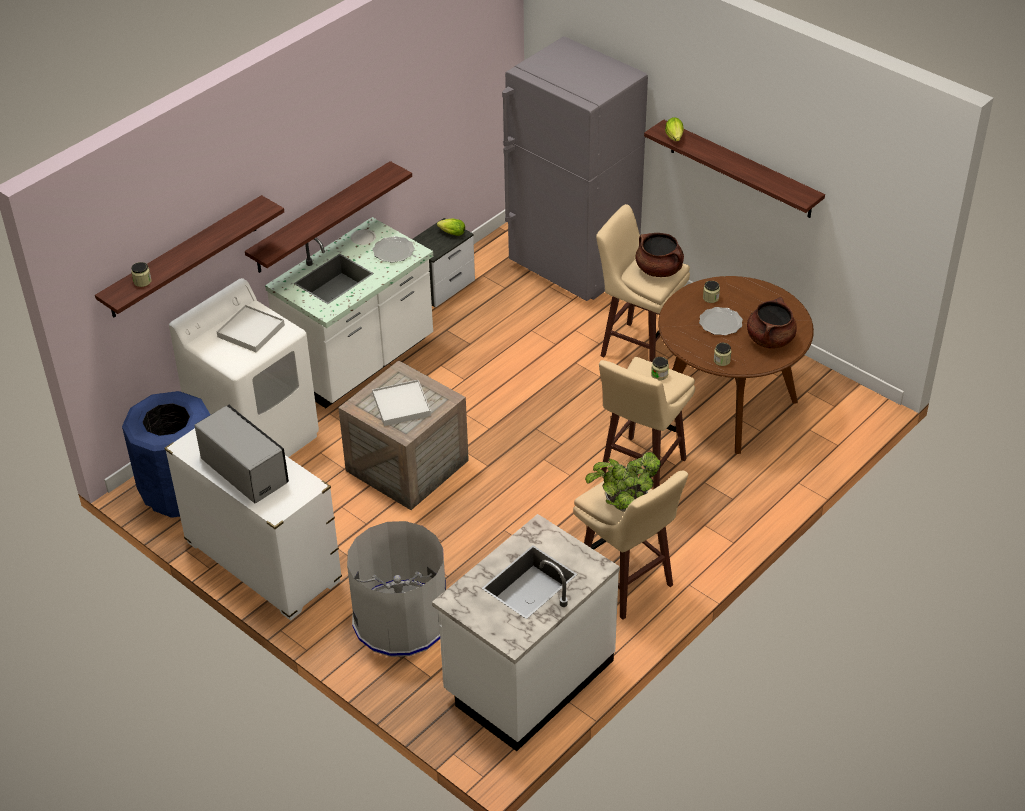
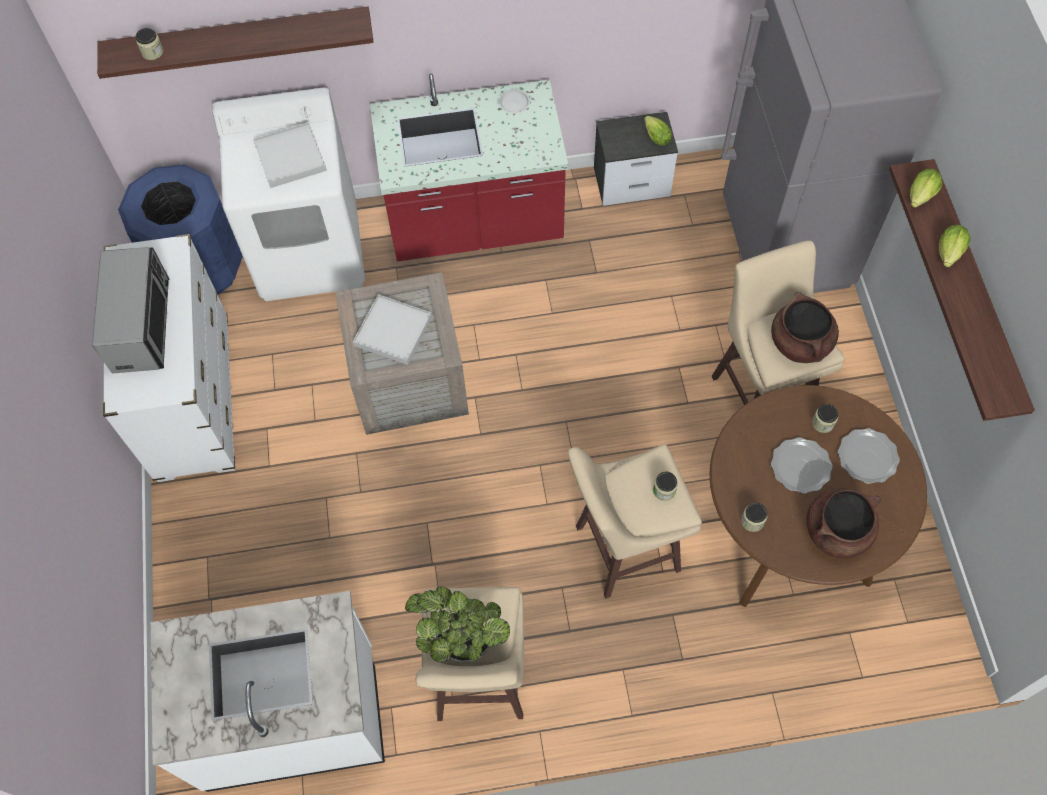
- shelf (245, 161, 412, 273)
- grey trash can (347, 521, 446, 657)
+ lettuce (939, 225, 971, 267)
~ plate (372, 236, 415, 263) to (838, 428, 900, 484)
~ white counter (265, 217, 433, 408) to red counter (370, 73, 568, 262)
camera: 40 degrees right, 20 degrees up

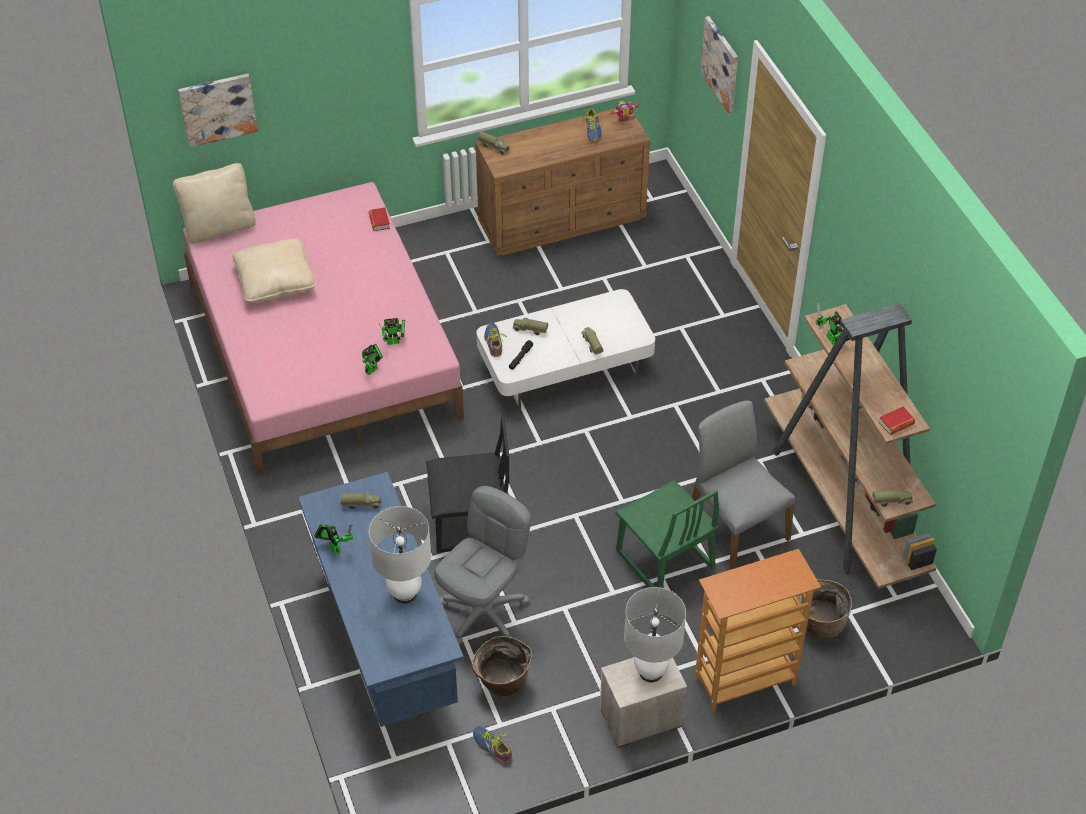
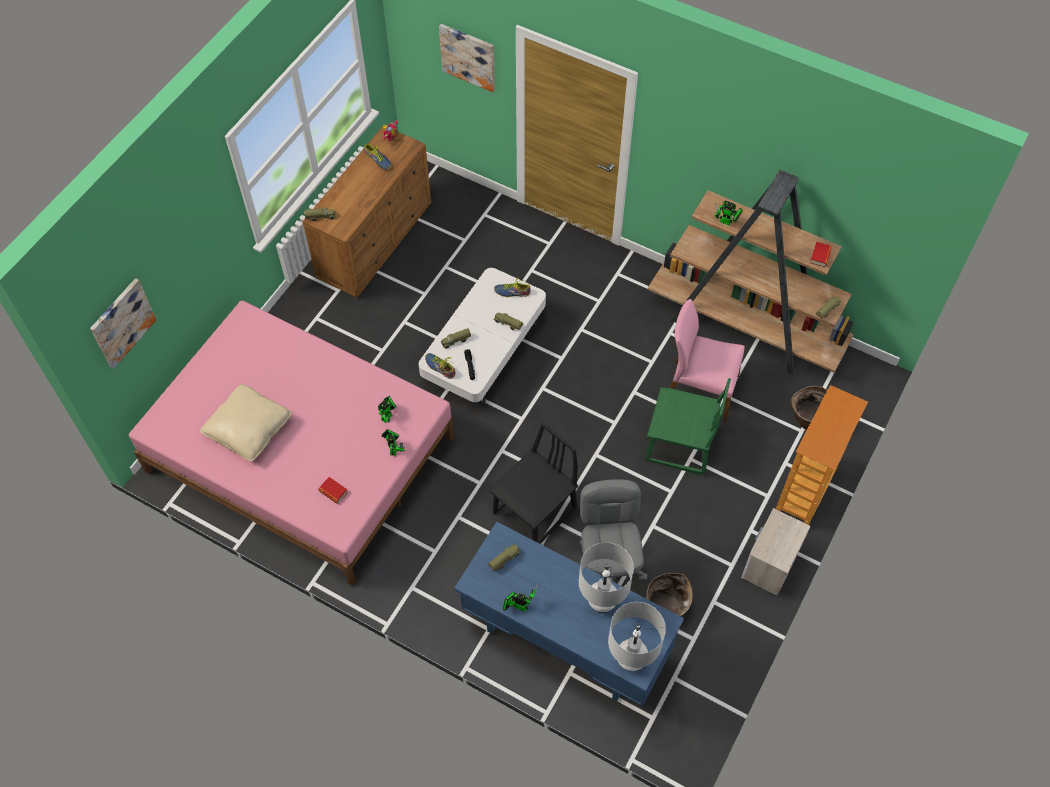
- beige pillow (173, 163, 256, 244)
~ book (369, 208, 390, 231) to (318, 477, 348, 504)
~ shoe (473, 726, 512, 763) to (494, 277, 531, 297)
~ white table lamp (624, 587, 686, 683) to (608, 602, 666, 672)
~ grey chair (692, 401, 795, 569) to pink chair (670, 299, 745, 422)
camera: 40 degrees left, 10 degrees up

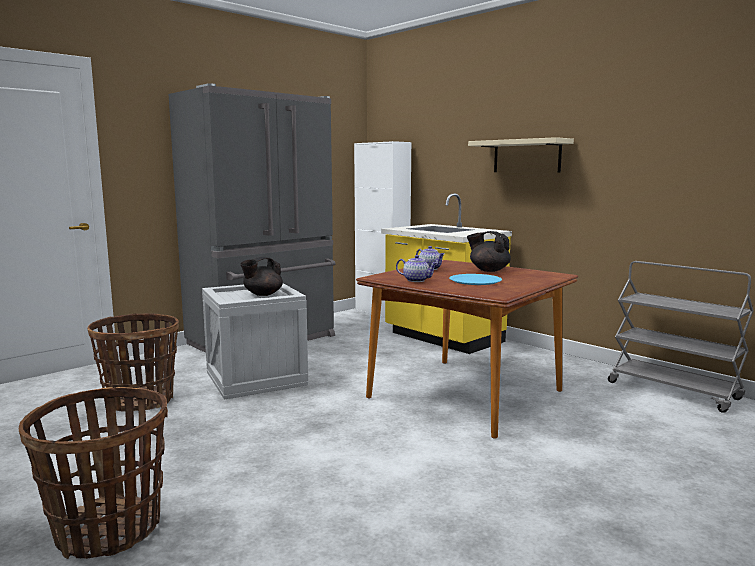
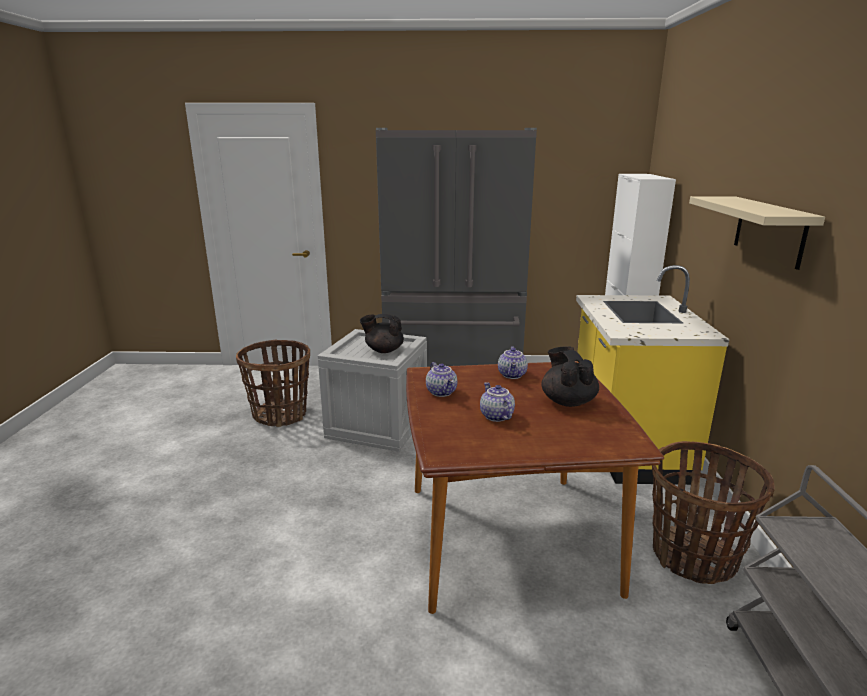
~ basket (19, 387, 168, 559) to (652, 441, 775, 584)
~ blue plate (449, 274, 502, 285) to teapot (480, 382, 515, 422)
camera: 45 degrees right, 10 degrees up

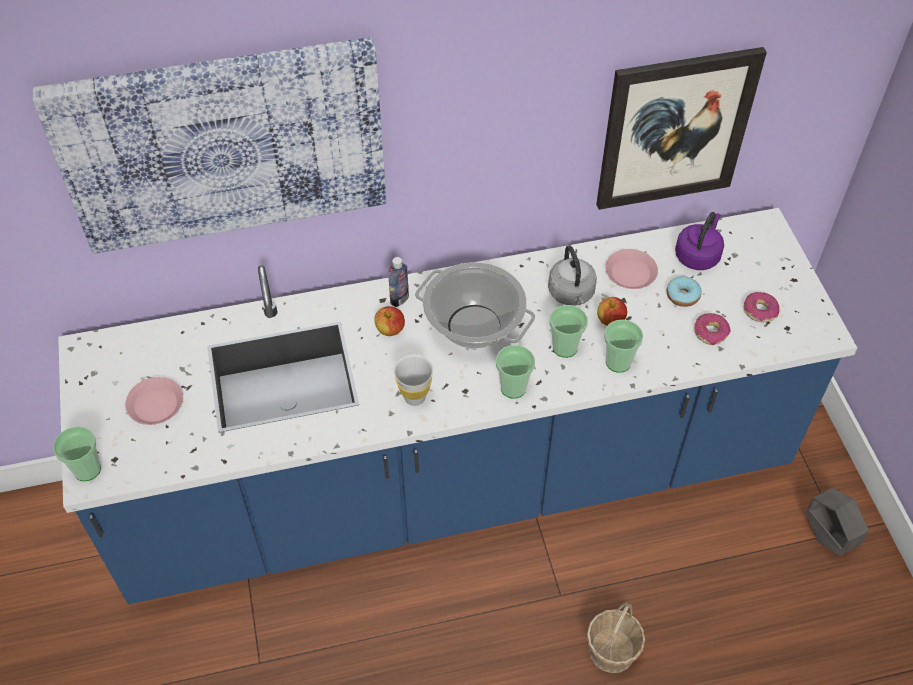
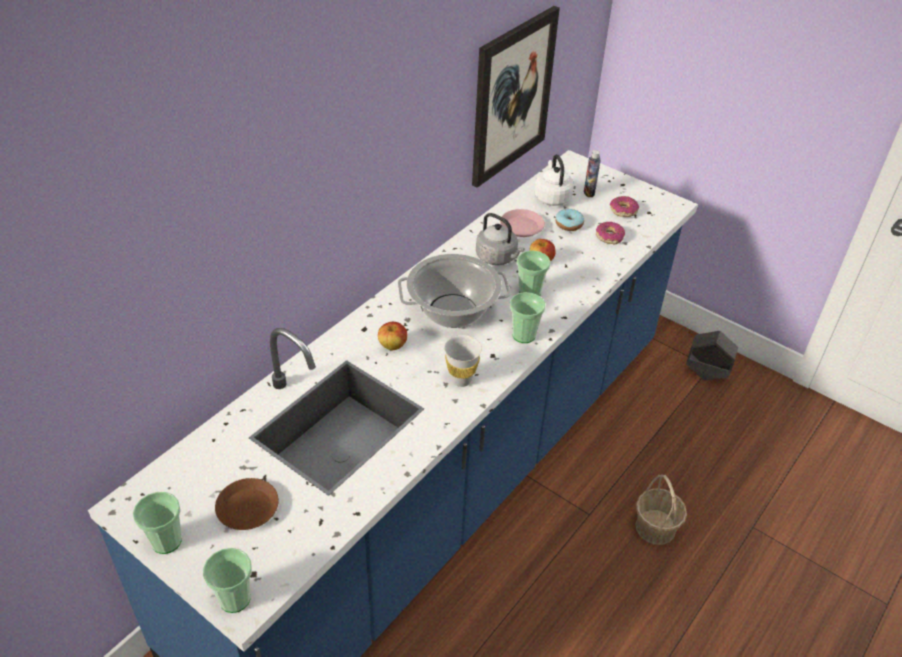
- picture (33, 37, 386, 254)
~ bottle (388, 257, 409, 307) to (584, 150, 601, 197)
~ cup (604, 320, 643, 373) to (133, 492, 182, 554)
~ pink plate (125, 377, 183, 425) to brown plate (215, 478, 279, 530)
~ purple kettle (675, 212, 724, 270) to white kettle (534, 154, 574, 206)
camera: 40 degrees left, 10 degrees down

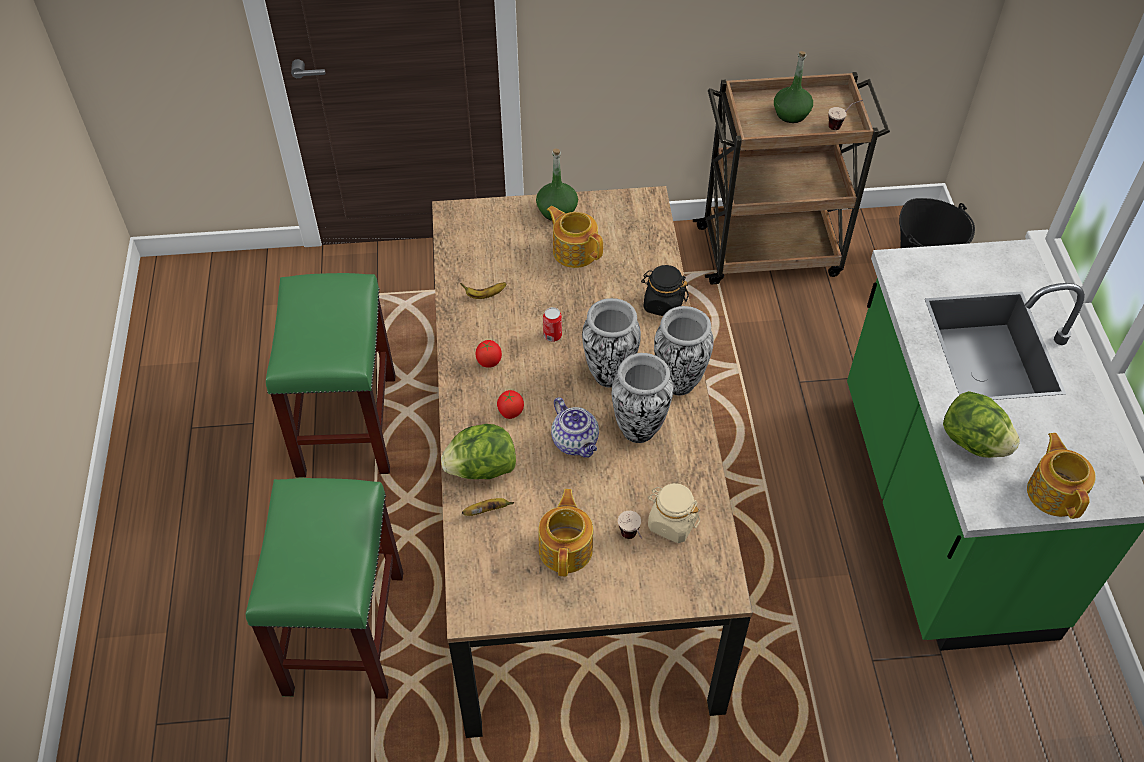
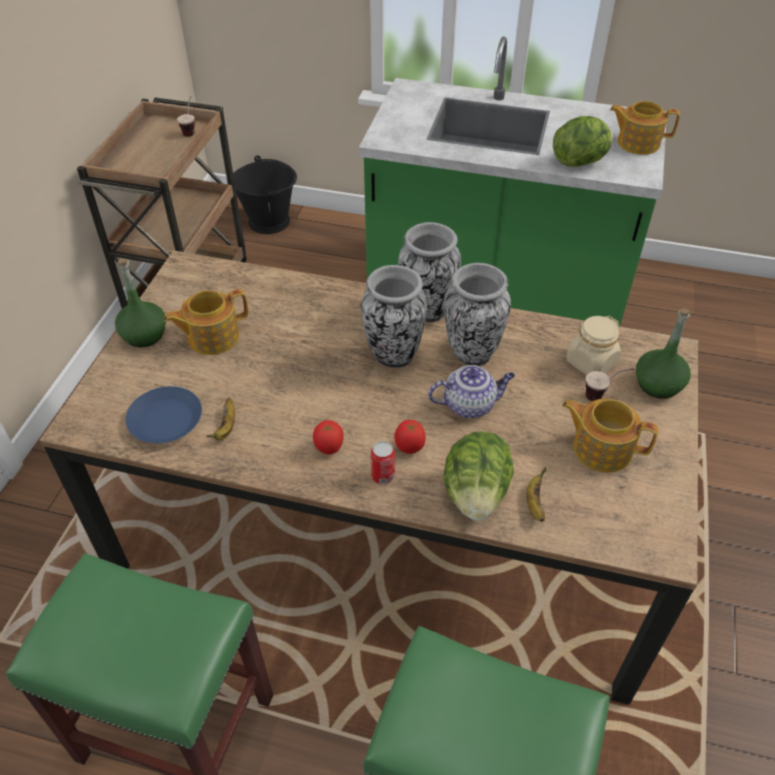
- black jar (641, 265, 689, 316)
+ blue plate (125, 386, 202, 443)
~ can (543, 307, 562, 342) to (371, 441, 395, 484)
~ green bottle (774, 51, 813, 123) to (636, 308, 691, 399)
camera: 70 degrees left, 5 degrees down

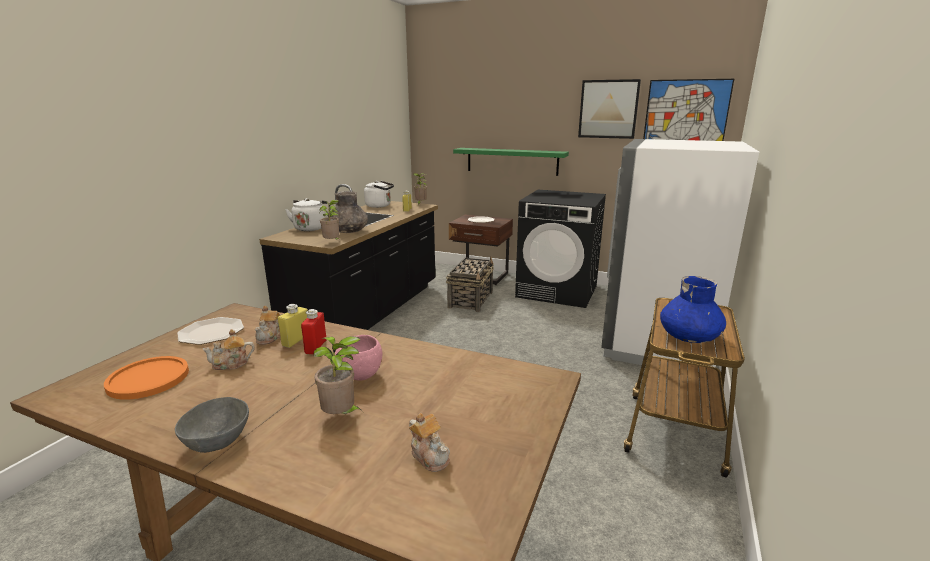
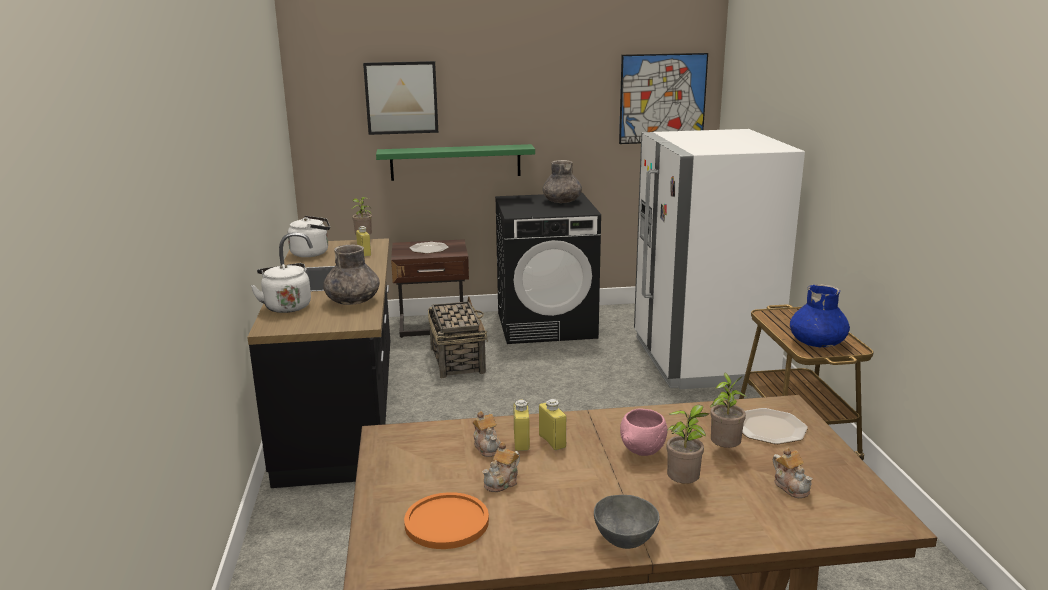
+ grey vase (543, 160, 582, 203)
~ plate (177, 317, 244, 345) to (742, 408, 808, 444)
~ potted plant (319, 200, 340, 240) to (710, 372, 747, 448)
~ picture (578, 79, 641, 139) to (363, 61, 438, 135)
~ red bottle (301, 309, 326, 354) to yellow bottle (539, 399, 566, 450)
~ teapot (409, 413, 450, 472) = (773, 448, 813, 498) 45 degrees clockwise
camera: 30 degrees left, 0 degrees up

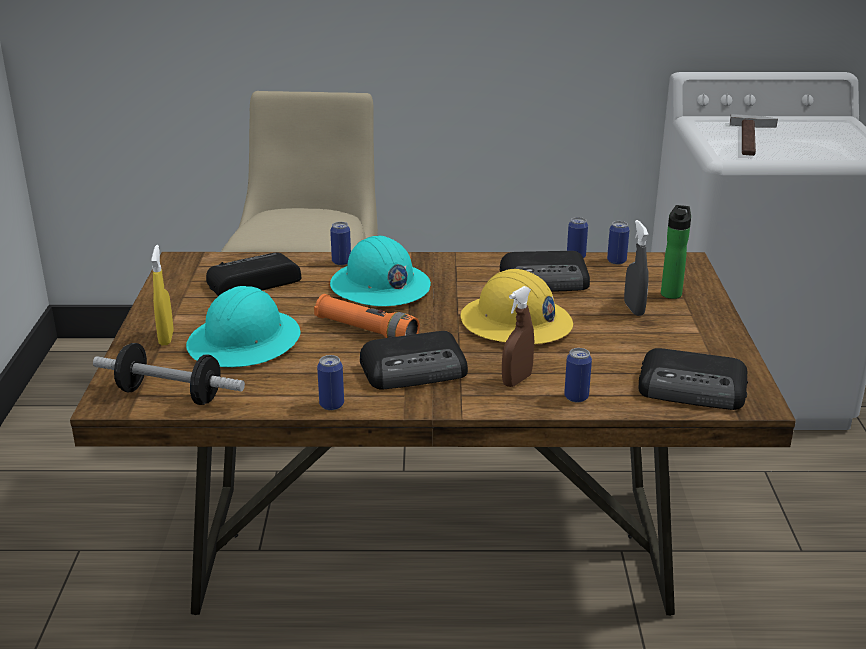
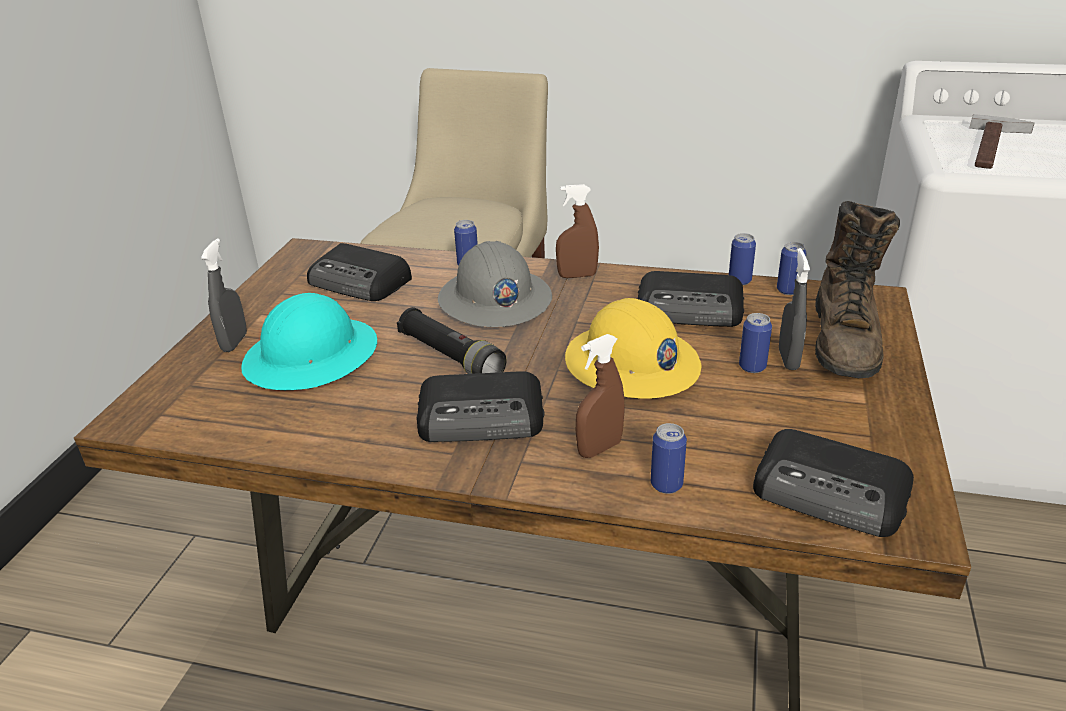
- dumbbell (93, 343, 245, 405)
+ brown spray bottle (556, 184, 599, 278)
~ can (317, 355, 344, 410) to (739, 313, 772, 373)
~ bottle (661, 205, 691, 299) to brown boot (815, 201, 900, 378)
~ yellow spray bottle (151, 245, 174, 345) to grey spray bottle (201, 239, 247, 352)
~ orange flashlight (314, 294, 420, 338) to black flashlight (397, 307, 506, 374)
~ turquoise hard hat (330, 236, 431, 306) to grey hard hat (438, 241, 552, 327)
~ radio (206, 252, 301, 296) = (307, 243, 412, 301) 135 degrees counterclockwise
camera: 15 degrees right, 5 degrees up

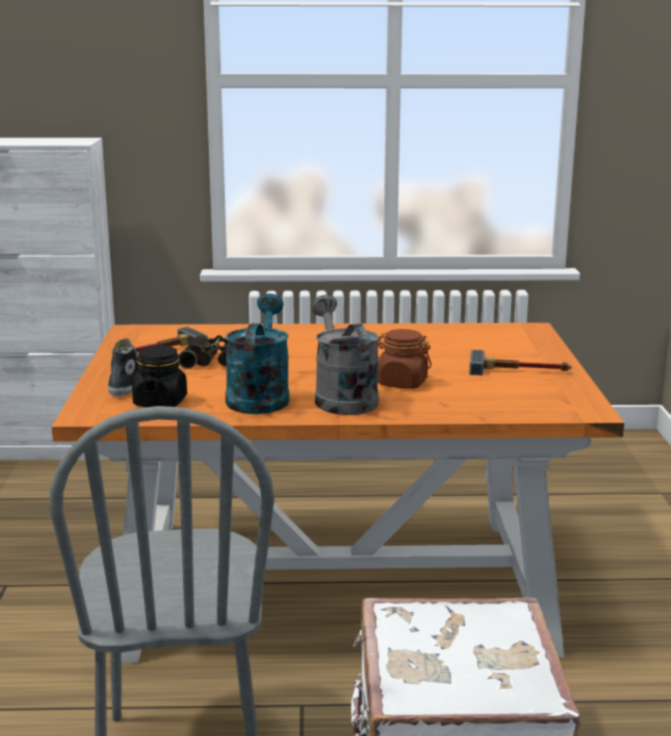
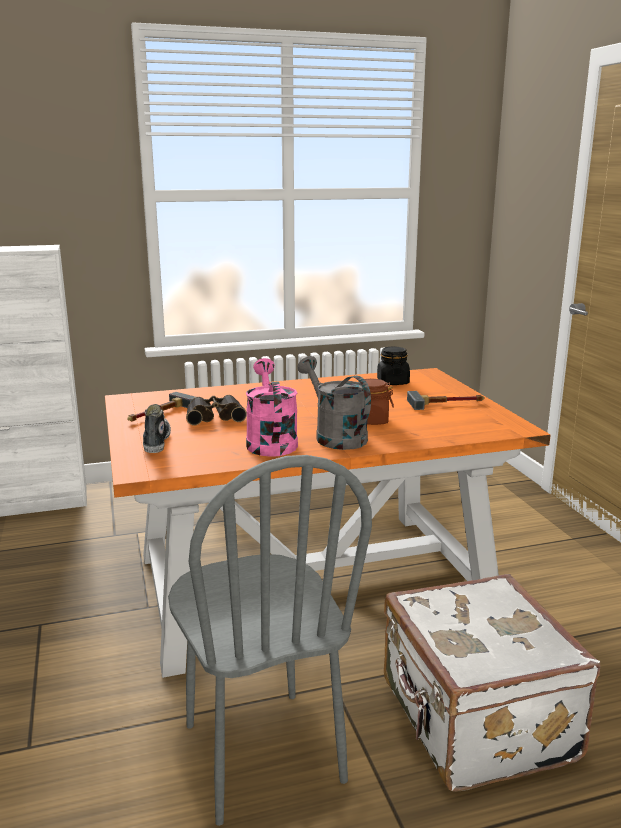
~ black jar (132, 345, 187, 407) to (377, 346, 410, 385)
~ turquoise watering can (225, 293, 289, 414) to pink watering can (246, 358, 298, 457)
camera: 15 degrees left, 0 degrees up

